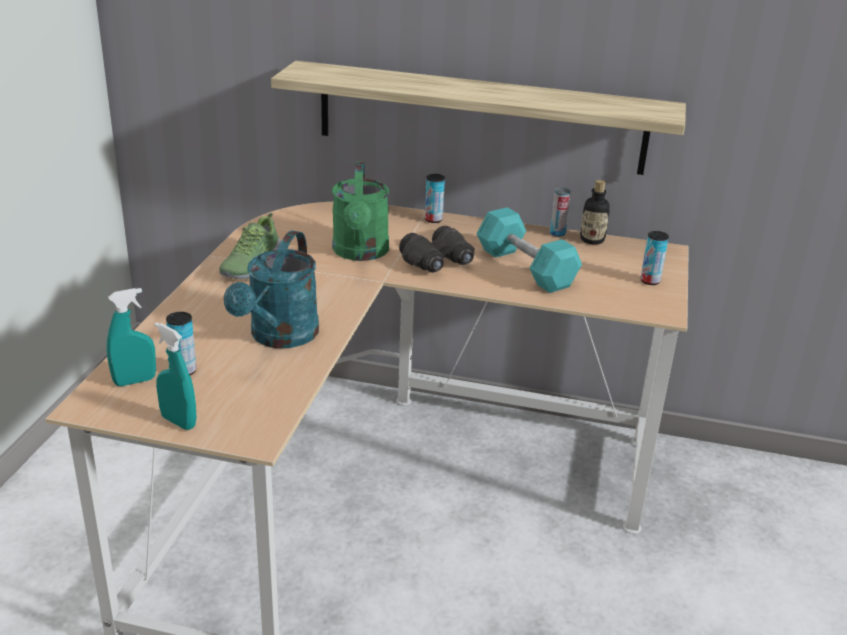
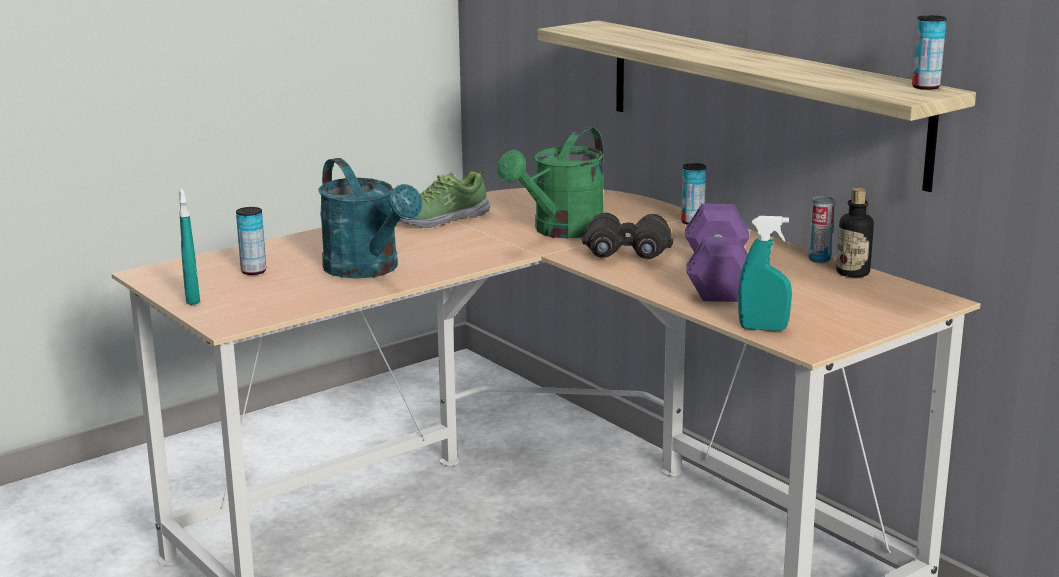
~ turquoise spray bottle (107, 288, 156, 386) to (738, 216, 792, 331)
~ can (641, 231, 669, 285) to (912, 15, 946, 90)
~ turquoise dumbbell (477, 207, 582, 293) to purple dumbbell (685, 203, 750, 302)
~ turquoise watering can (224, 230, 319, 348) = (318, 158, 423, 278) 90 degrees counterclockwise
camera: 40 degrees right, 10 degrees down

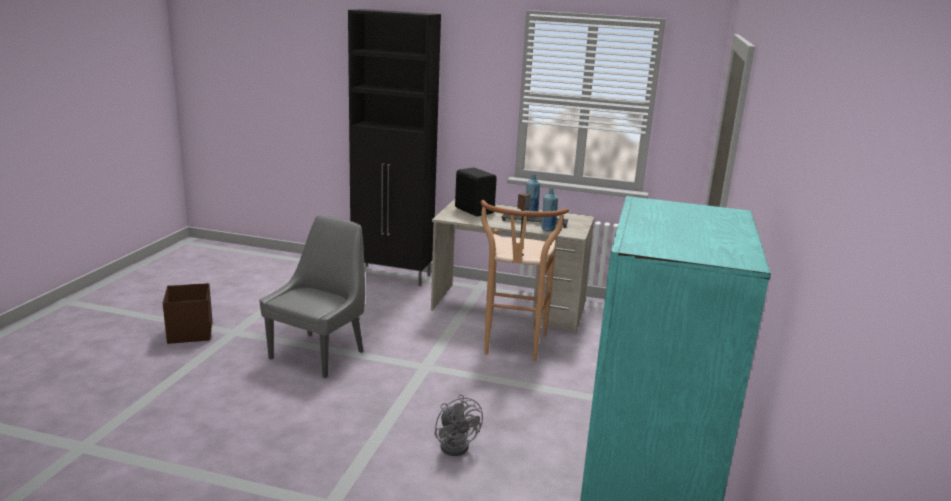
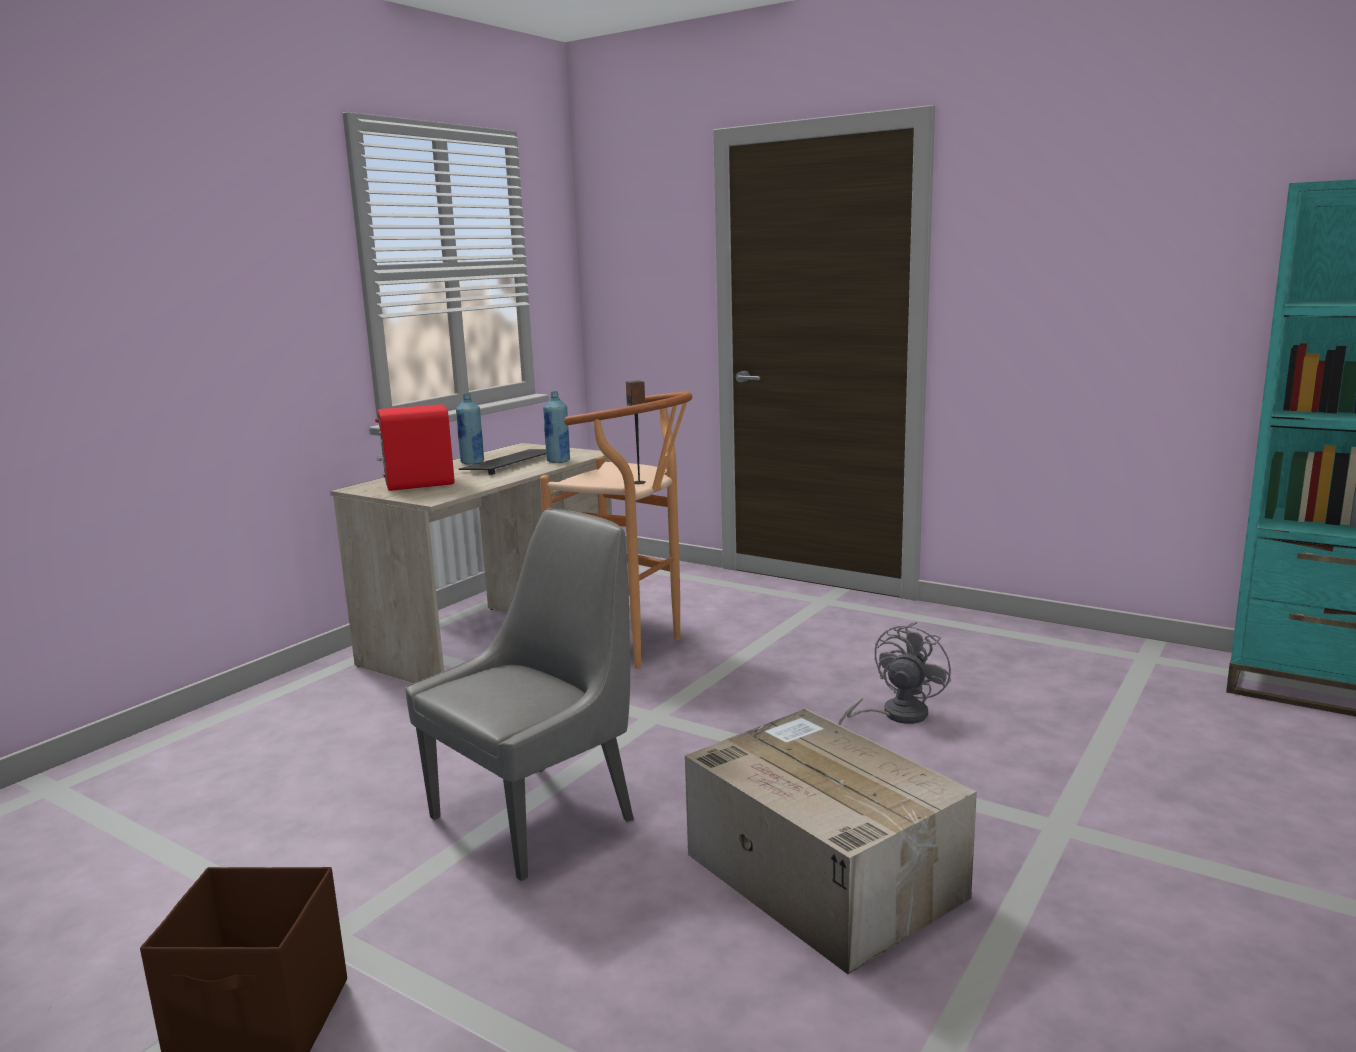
- black cabinet (348, 9, 441, 286)
+ cardboard box (685, 709, 977, 974)
~ black speaker (455, 168, 497, 217) to red speaker (375, 404, 454, 491)
~ grey chair (260, 216, 365, 378) = (405, 509, 634, 881) 90 degrees clockwise
~ grey fan (434, 394, 483, 456) = (838, 622, 951, 725) 45 degrees counterclockwise
camera: 70 degrees left, 5 degrees down

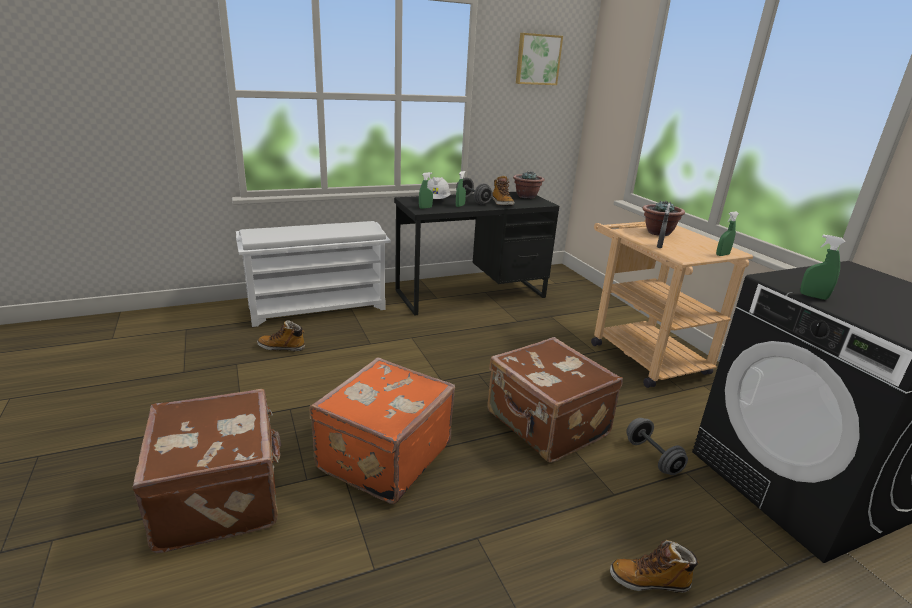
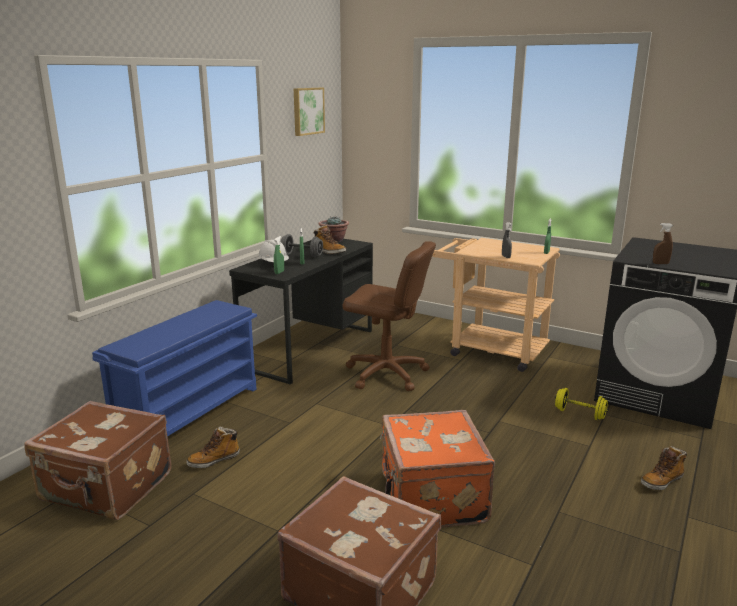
- potted plant (642, 200, 685, 236)
+ brown office chair (343, 241, 436, 391)
~ brown suitcase (487, 337, 623, 463) to (25, 401, 171, 520)
~ white shoe rack (236, 221, 391, 327) to blue shoe rack (92, 300, 257, 437)
~ grey dumbbell (626, 418, 688, 475) to yellow dumbbell (555, 388, 608, 420)
~ green spray bottle (800, 234, 845, 300) to brown spray bottle (653, 223, 673, 264)
camera: 35 degrees left, 5 degrees down

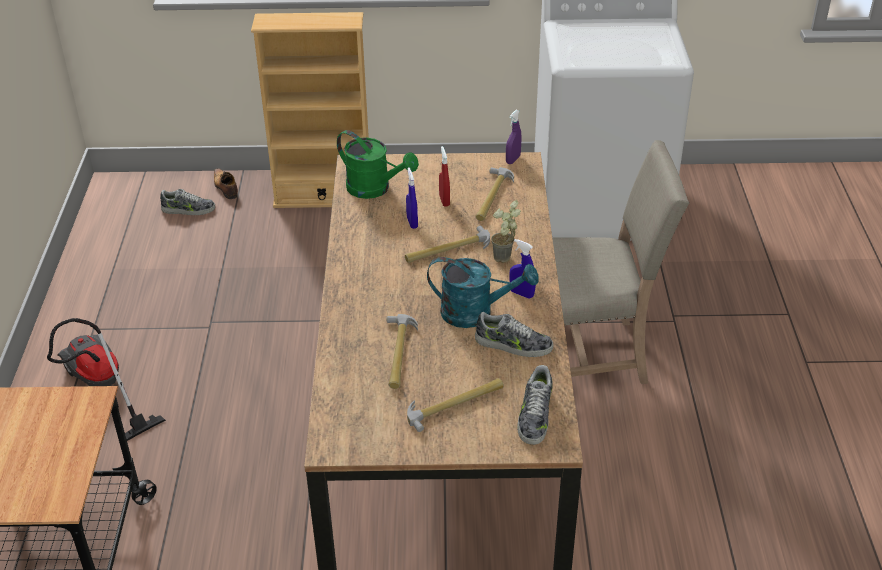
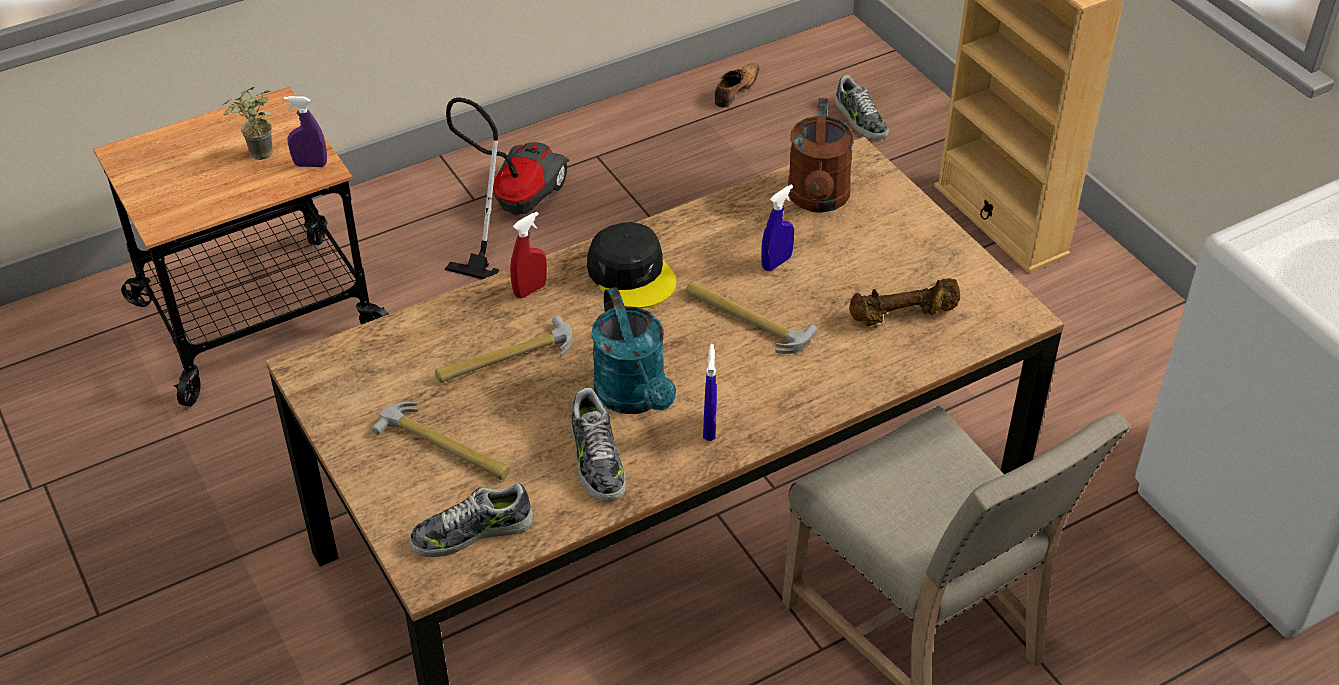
+ black cap (587, 222, 676, 308)
~ shoe (214, 168, 238, 199) to (715, 63, 759, 108)
~ red spray bottle (439, 146, 450, 207) to (510, 212, 547, 298)
~ potted plant (491, 200, 521, 263) to (222, 87, 272, 160)
~ purple spray bottle (506, 110, 522, 164) to (284, 96, 327, 167)
~ hammer (475, 167, 514, 221) to brown dumbbell (849, 278, 960, 326)
~ green watering can (337, 130, 419, 199) to brown watering can (788, 98, 854, 212)
camera: 60 degrees right, 5 degrees up

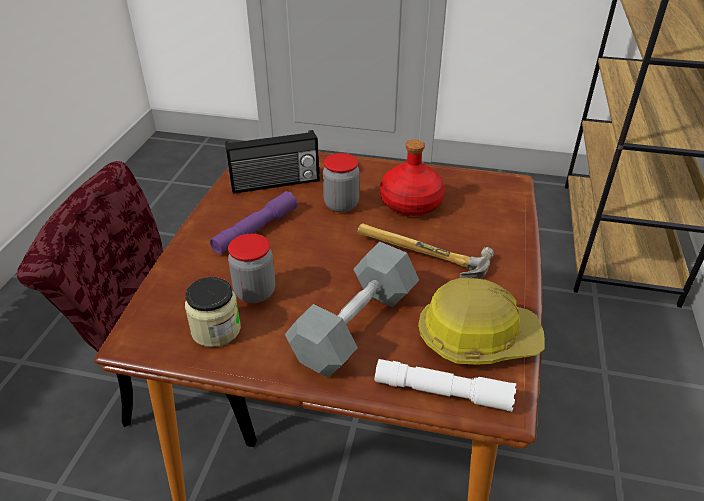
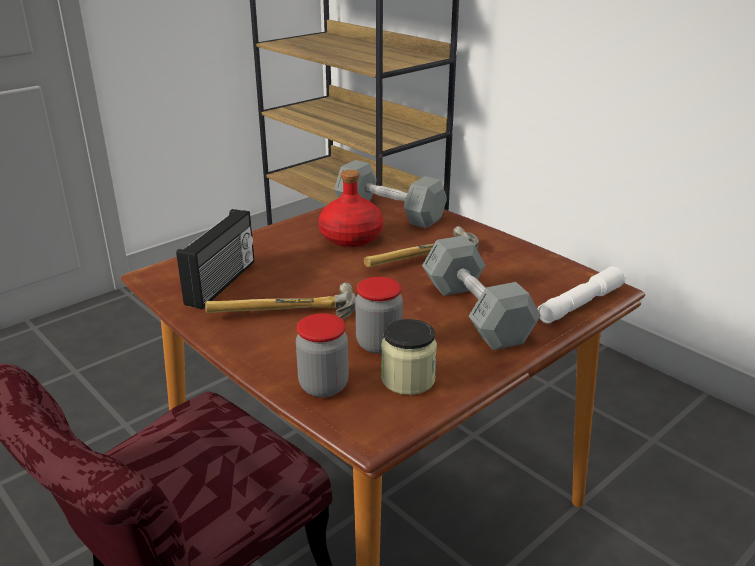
- hard hat (418, 278, 545, 365)
+ grey dumbbell (334, 160, 447, 229)
~ jar (323, 153, 359, 213) to (296, 313, 349, 398)
~ purple flashlight (210, 191, 298, 254) to hammer (205, 283, 356, 319)
camera: 55 degrees left, 10 degrees down

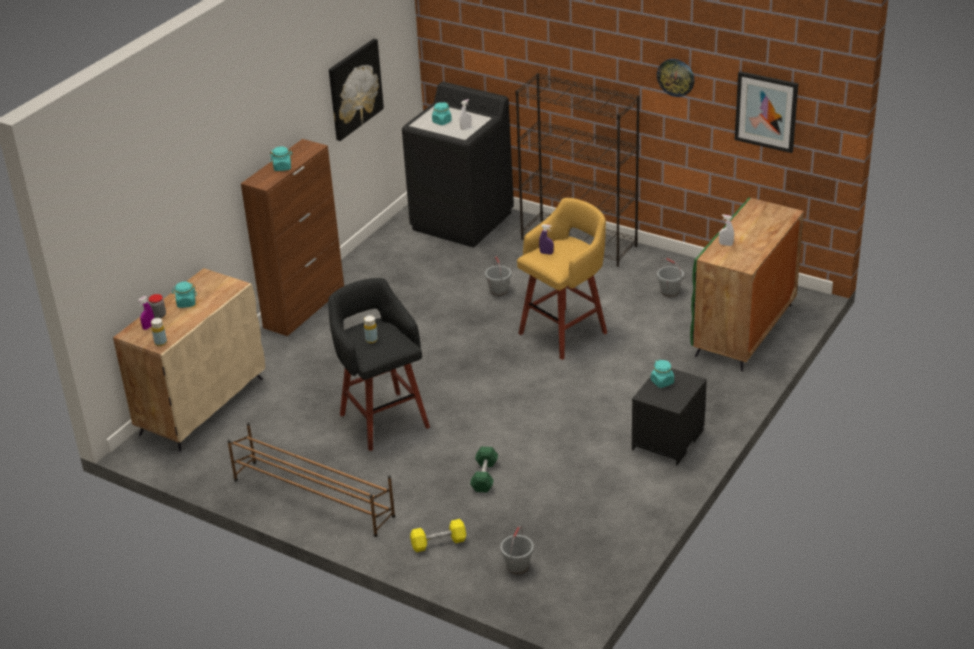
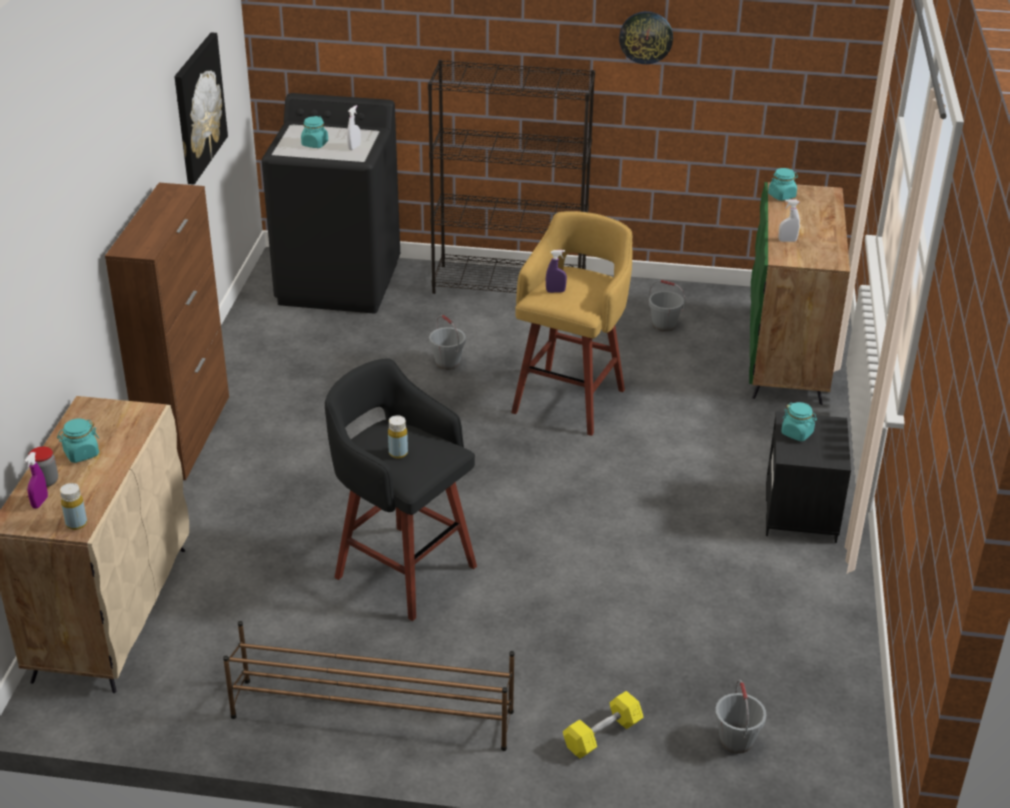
- green dumbbell (470, 447, 498, 492)
- picture (735, 71, 798, 153)
~ turquoise jar (270, 146, 292, 171) to (768, 168, 798, 201)
camera: 25 degrees left, 0 degrees up

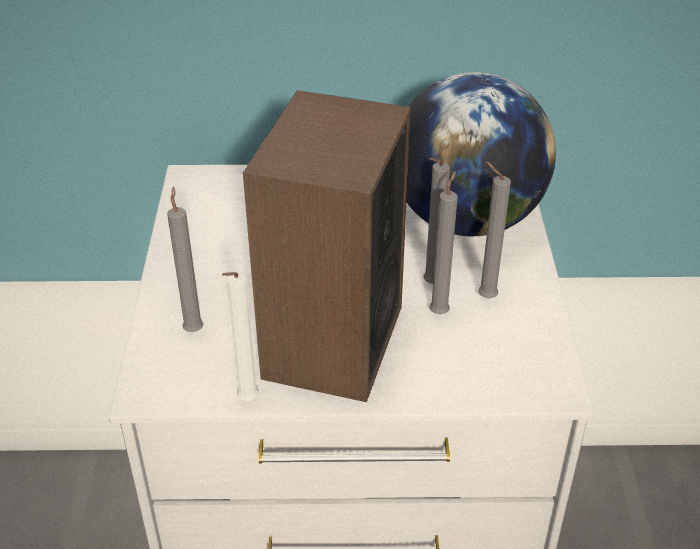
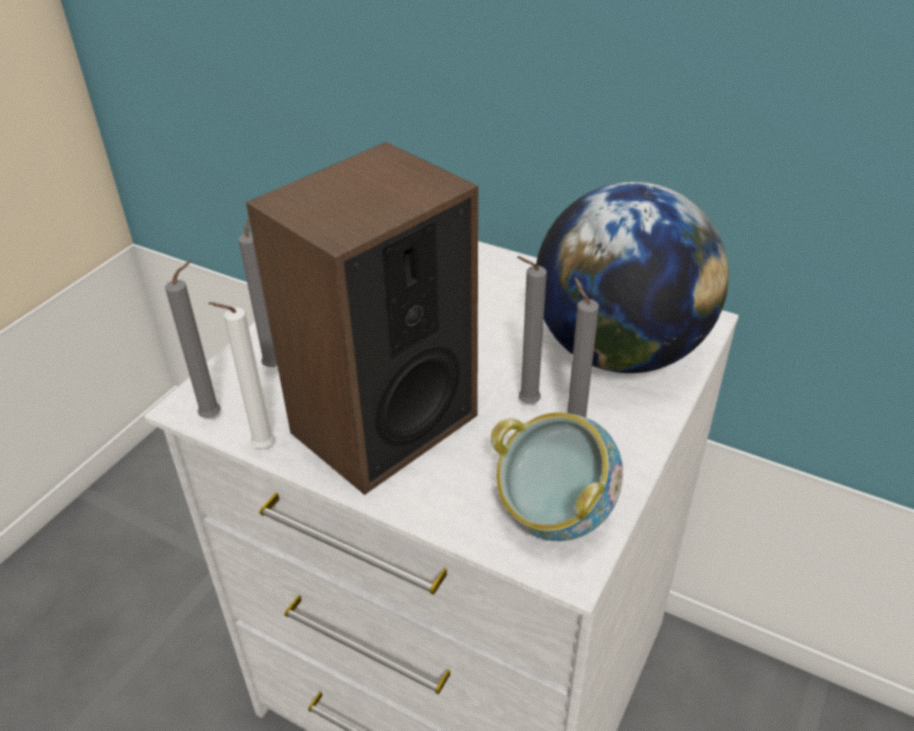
+ bowl (491, 412, 623, 541)
~ grey candle (429, 171, 458, 314) to (165, 260, 221, 418)
camera: 30 degrees right, 0 degrees up

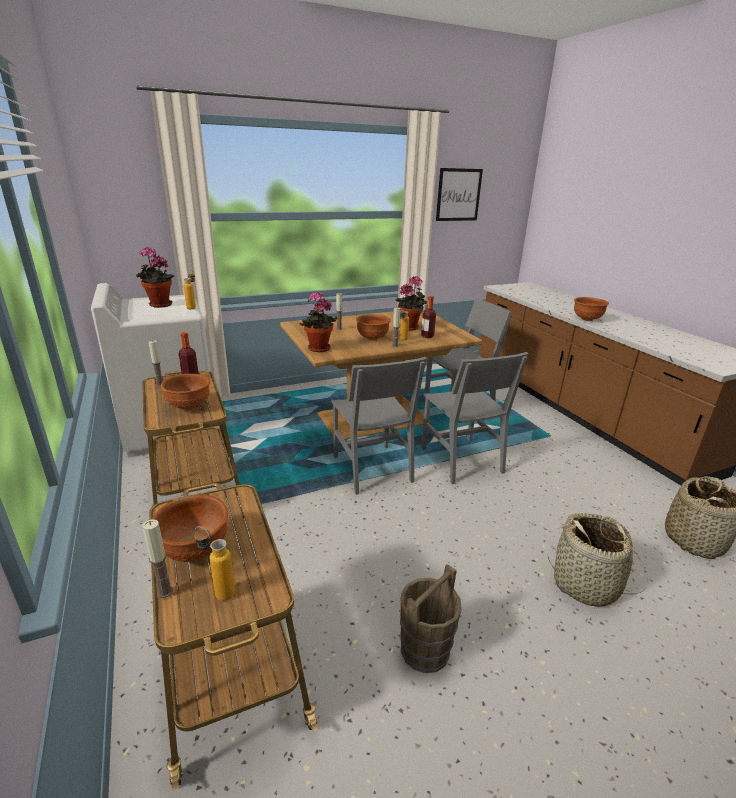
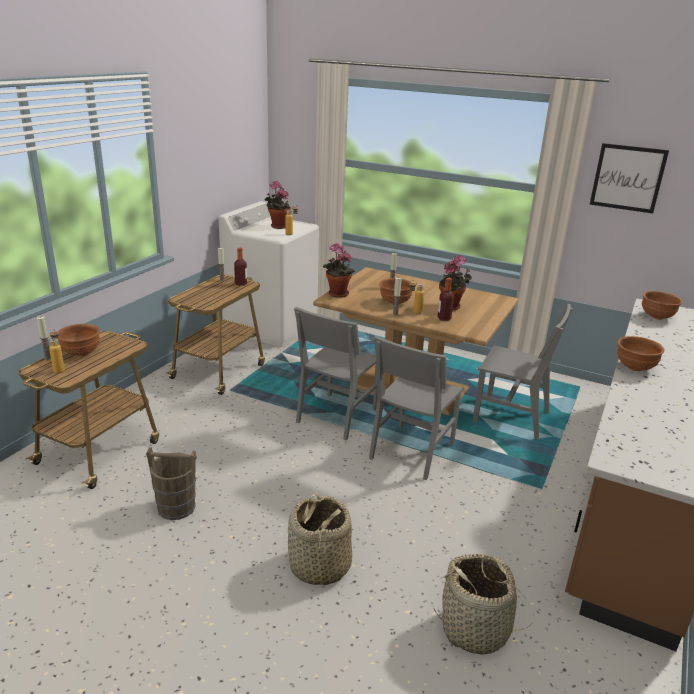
~ brown bowl (161, 374, 210, 410) to (642, 291, 682, 320)
camera: 50 degrees right, 0 degrees up

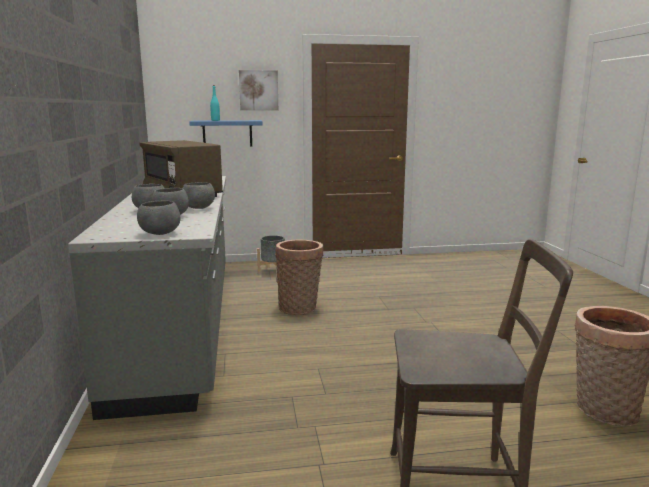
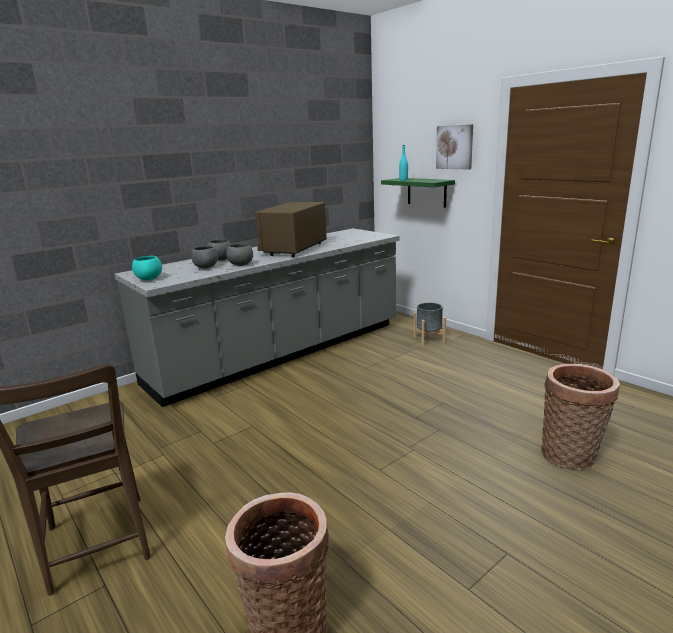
~ basket (275, 239, 324, 315) to (541, 364, 620, 470)
~ grey bowl (137, 201, 180, 235) to turquoise bowl (132, 256, 162, 280)
~ blue shelf (189, 120, 263, 147) to green shelf (381, 178, 455, 208)
camera: 60 degrees right, 5 degrees up

